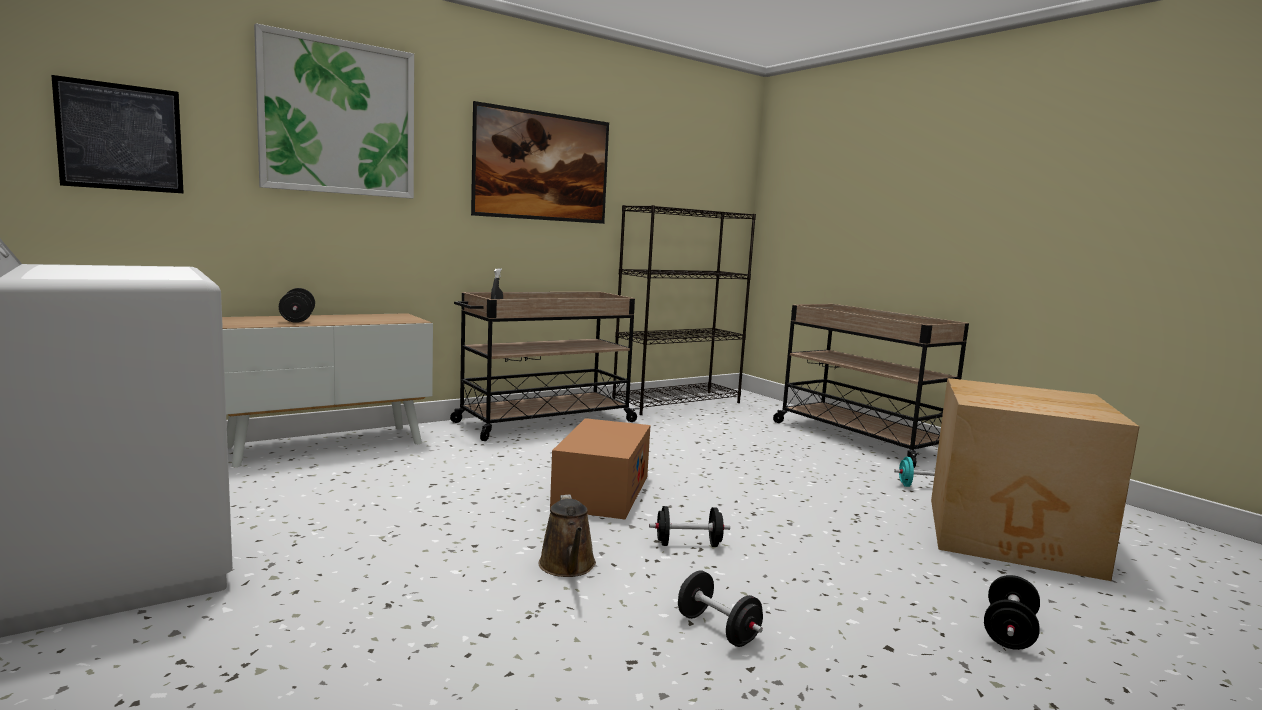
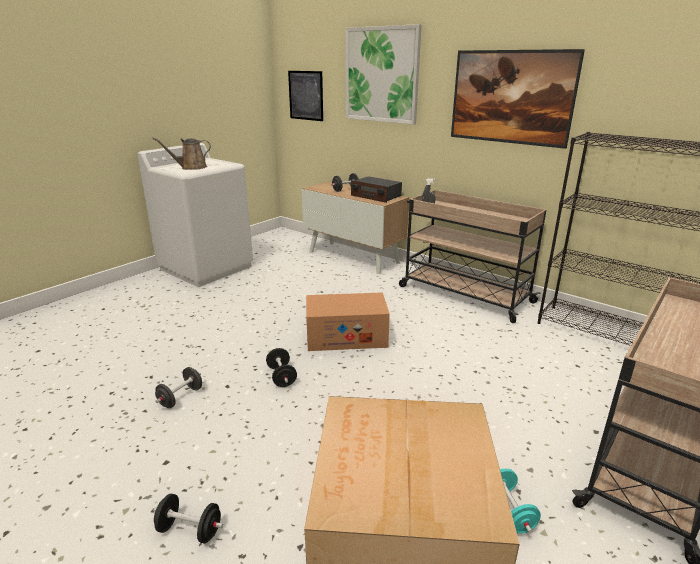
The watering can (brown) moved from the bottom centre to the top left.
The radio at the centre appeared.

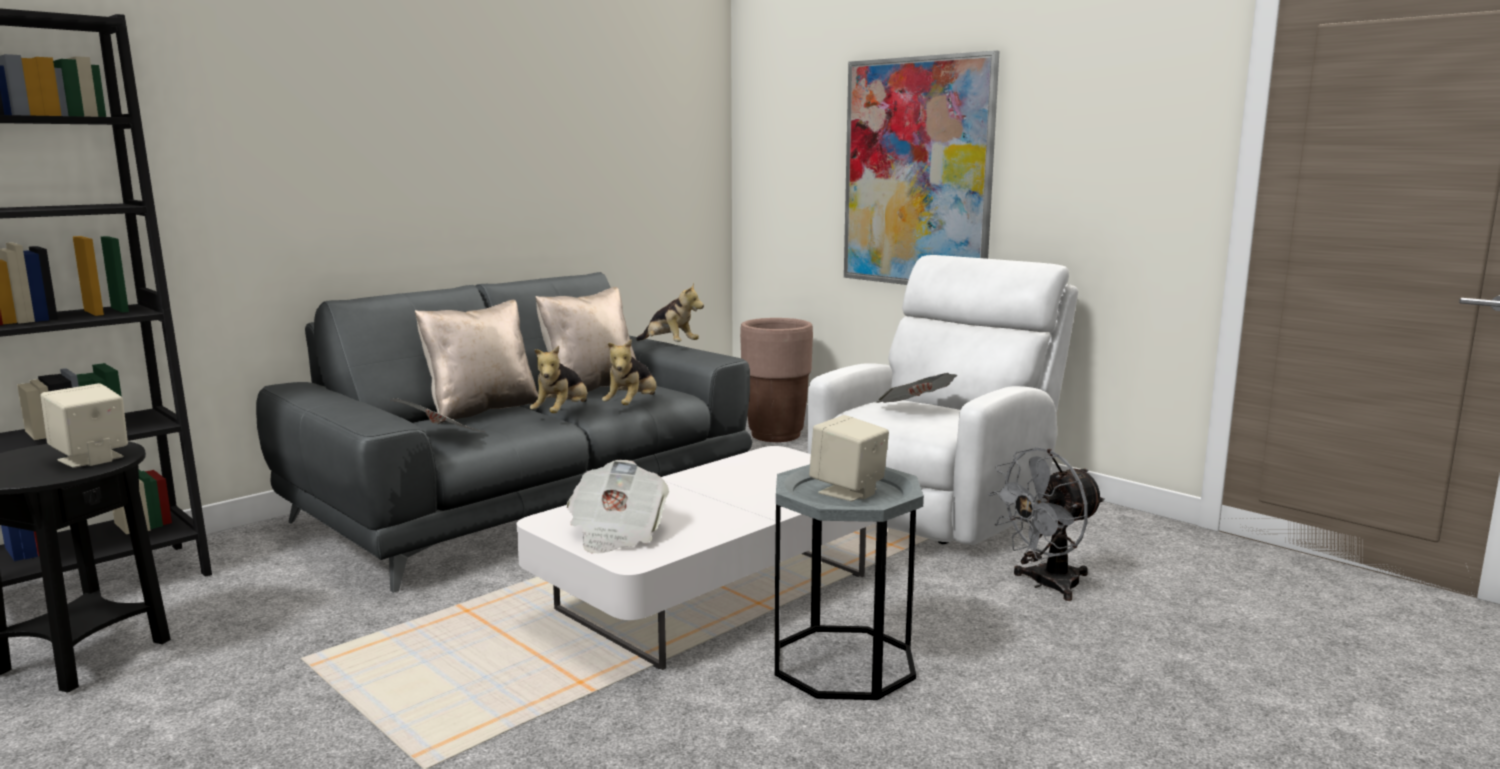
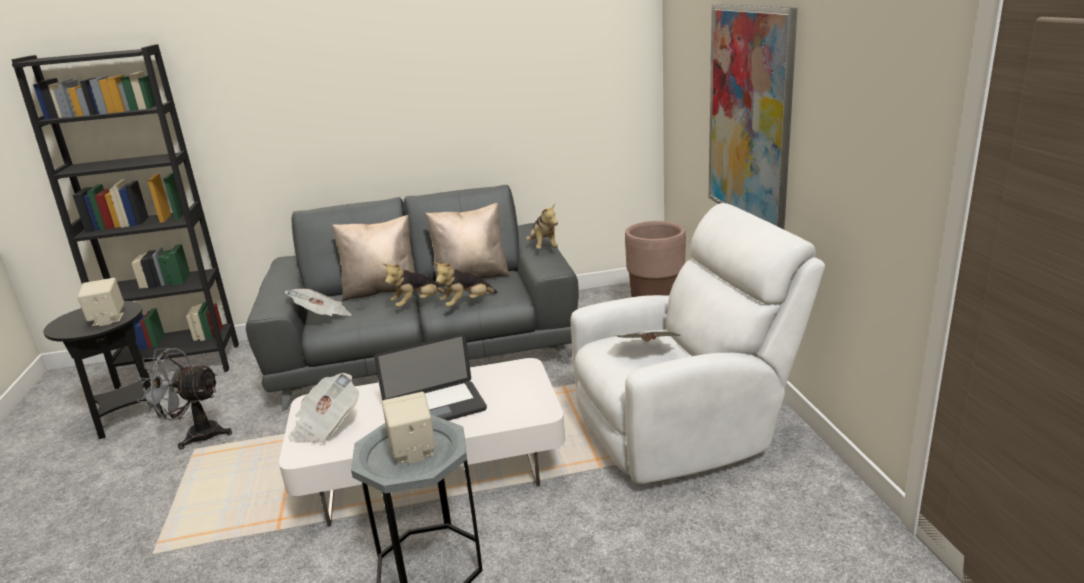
The fan (grey) moved from the bottom right to the bottom left.
The laptop at the centre appeared.

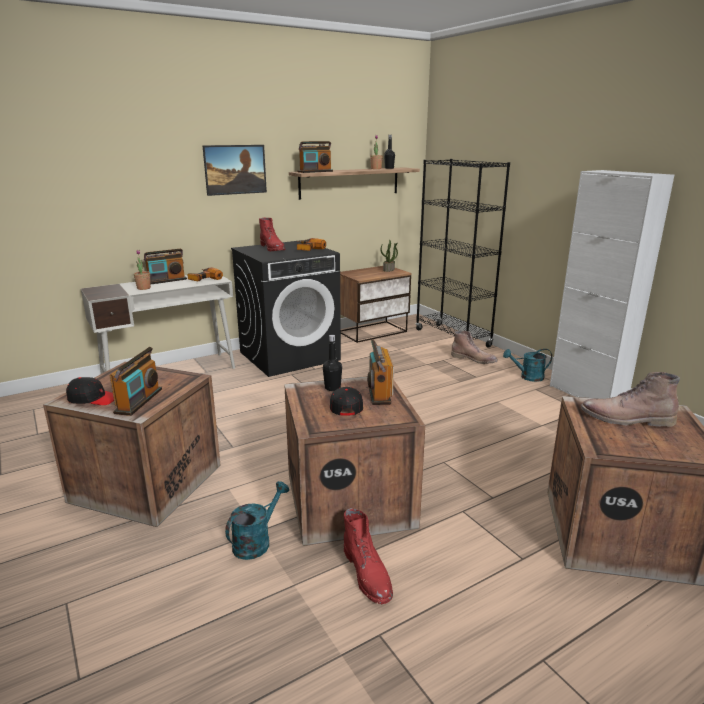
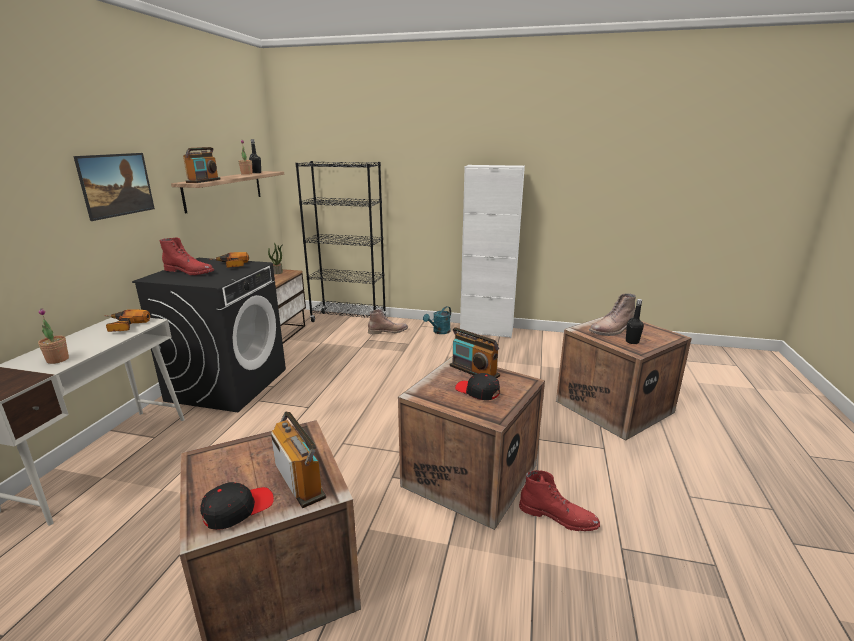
The radio (2nd from left) at the middle left disappeared.
The bottle (black) (1st from left in the first image) moved from the centre to the middle right.
The watering can (turquoise) (1st from left) at the bottom centre disappeared.

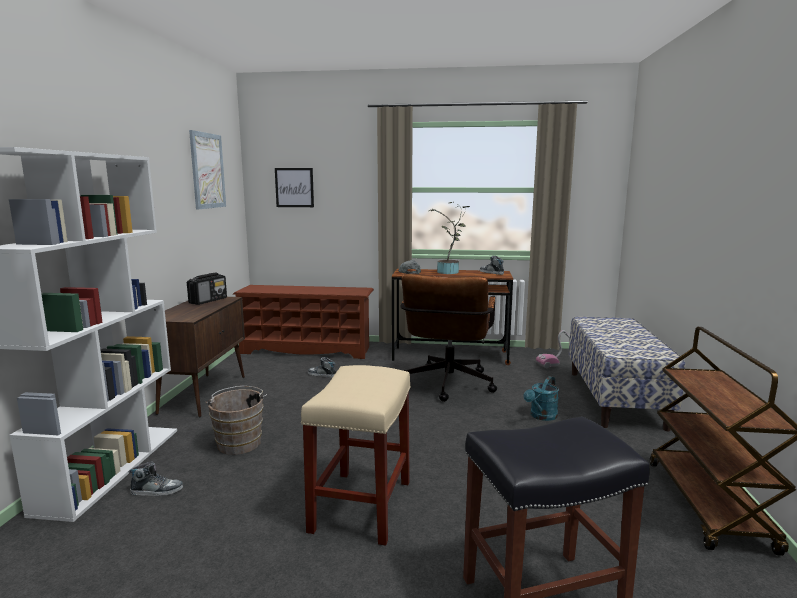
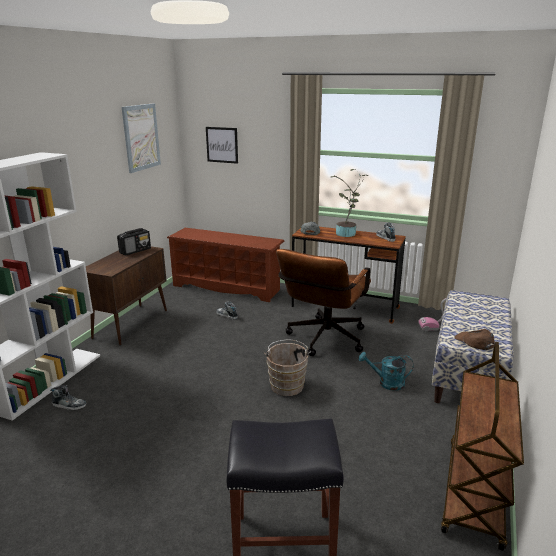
The stool (beige) at the bottom centre disappeared.
The watering can (turquoise) at the middle right turned 45 degrees clockwise.
The bucket (brown) moved from the bottom left to the centre.
The cap (brown) at the middle right appeared.

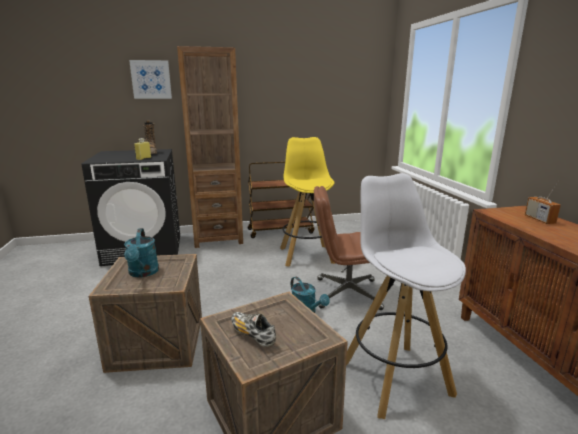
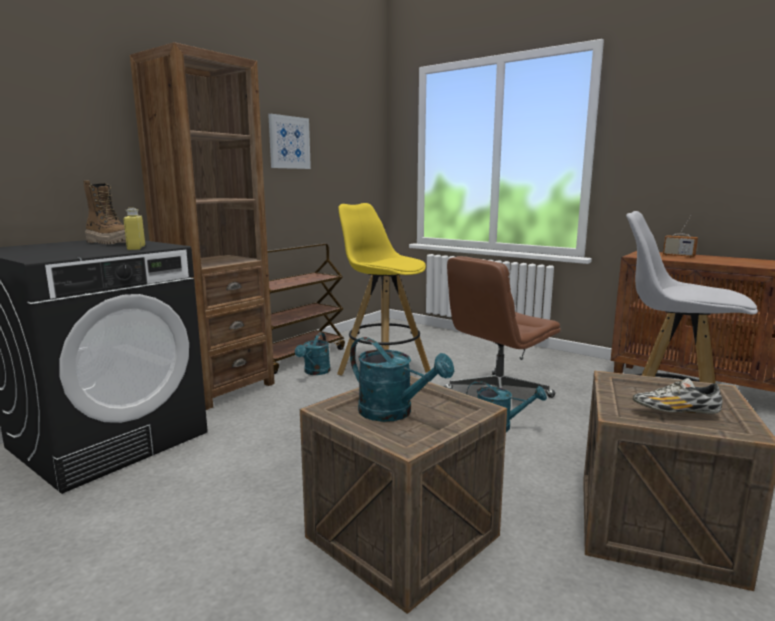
The picture moved from the top left to the top centre.
The watering can (turquoise) (1st from left) at the centre appeared.

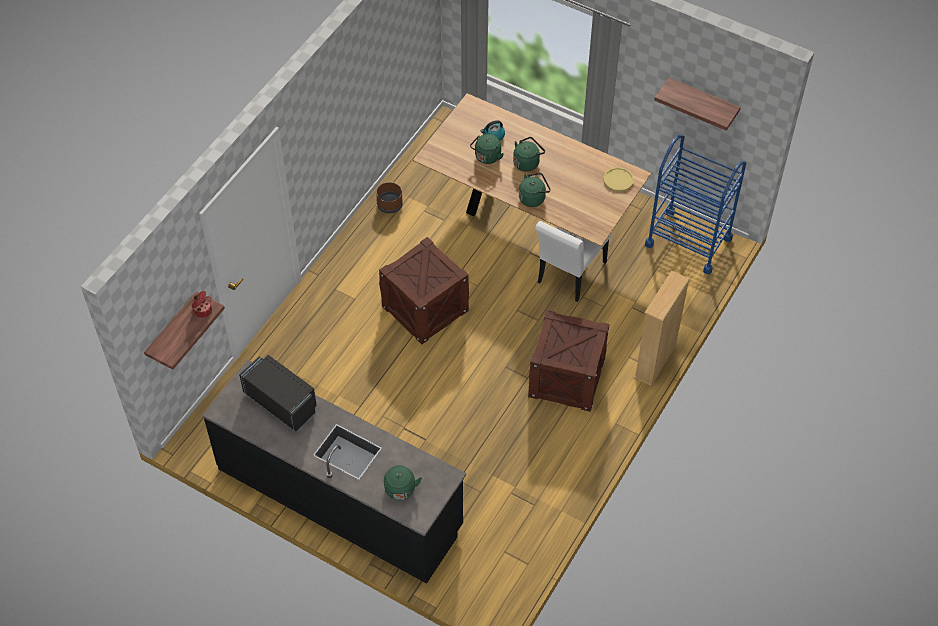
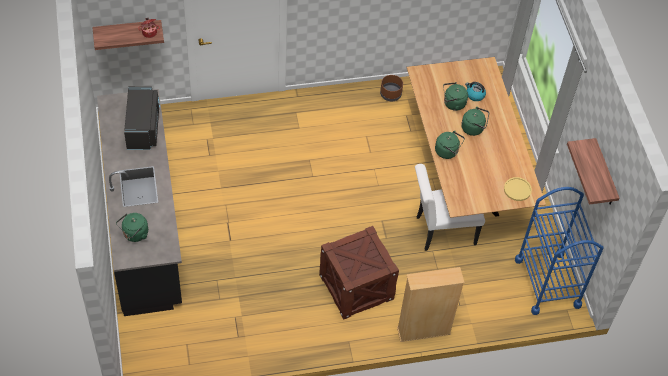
The crate (1st from left) at the centre disappeared.

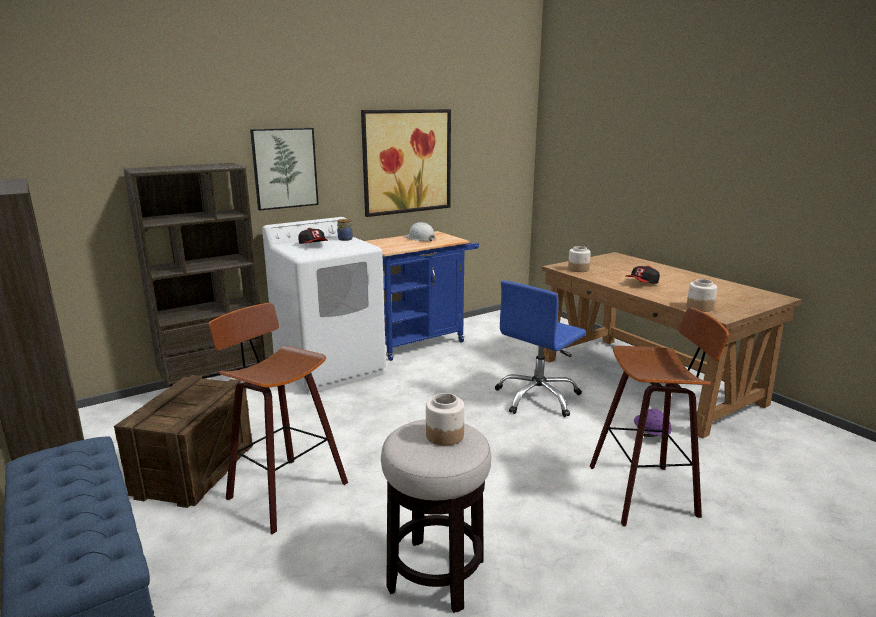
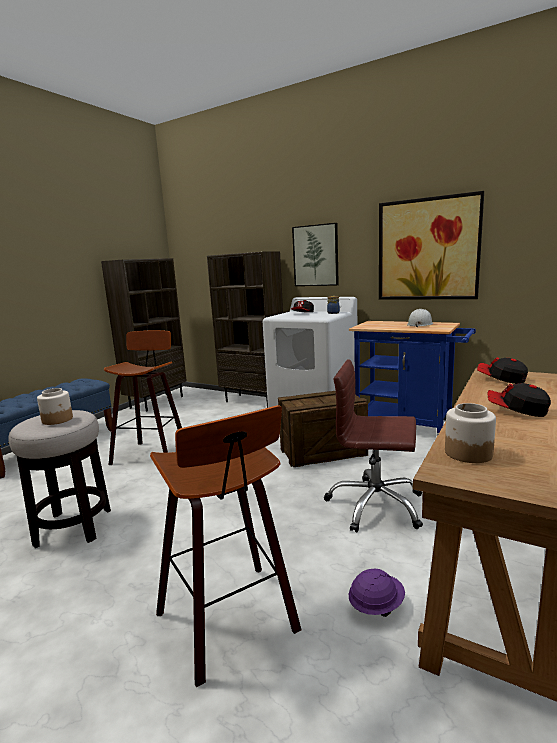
The jar (3rd from left) at the centre was replaced by the cap (2nd from left) at the middle right.
The office chair (blue) at the centre became the office chair (brown) at the middle right.
The crate moved from the bottom left to the centre.

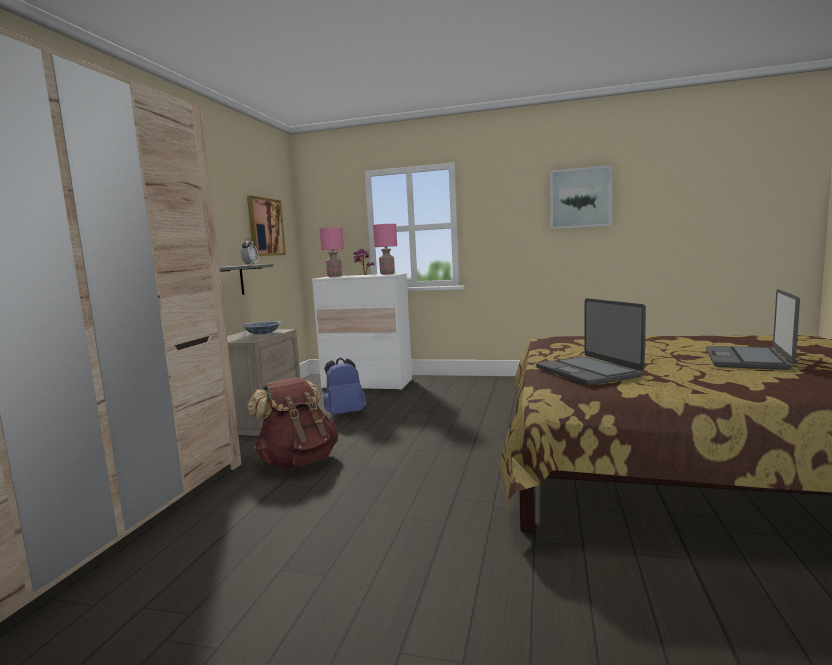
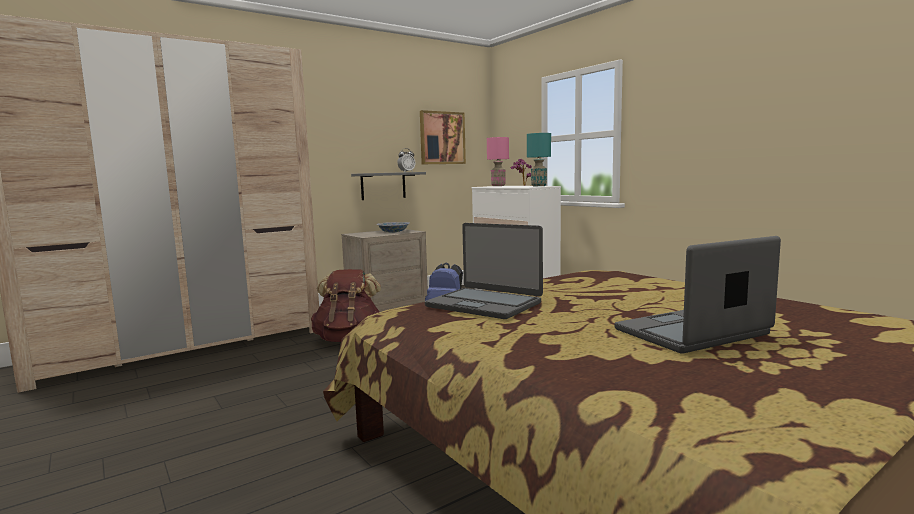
The picture (2nd from left) at the top right disappeared.
The table lamp (pink) (2nd from left) at the centre became the table lamp (turquoise) at the top centre.
The laptop (1st from left) at the middle right turned 75 degrees counterclockwise.

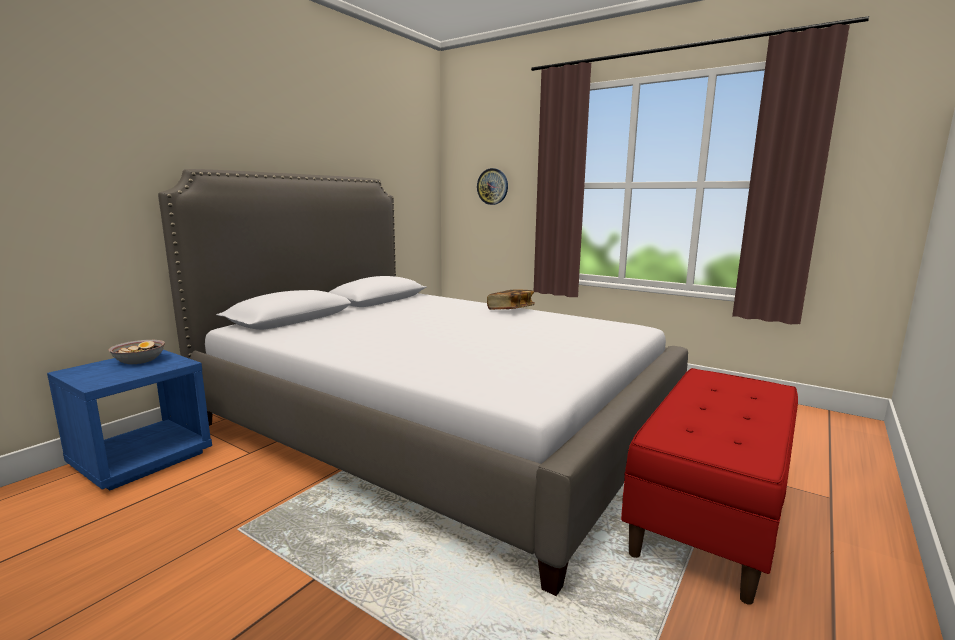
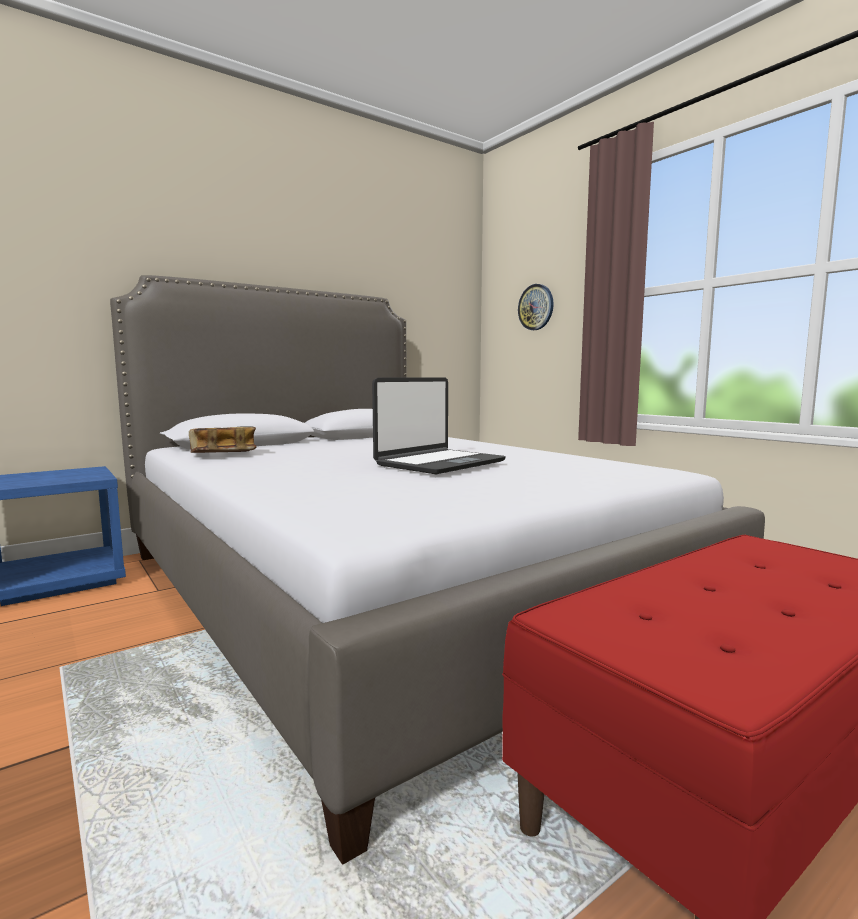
The book moved from the centre to the middle left.
The bowl at the middle left disappeared.
The laptop at the centre appeared.

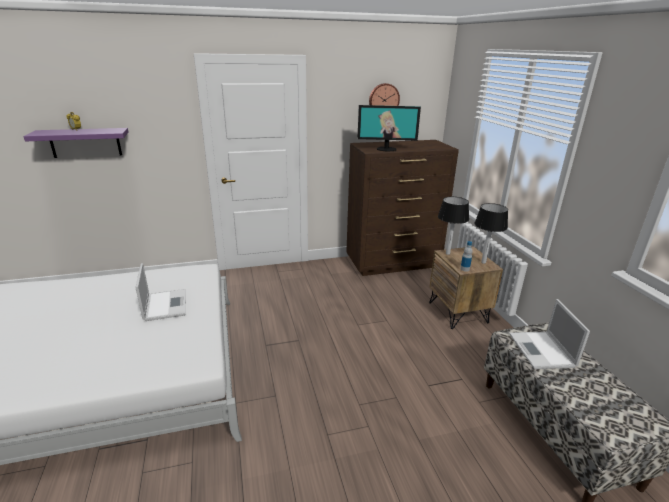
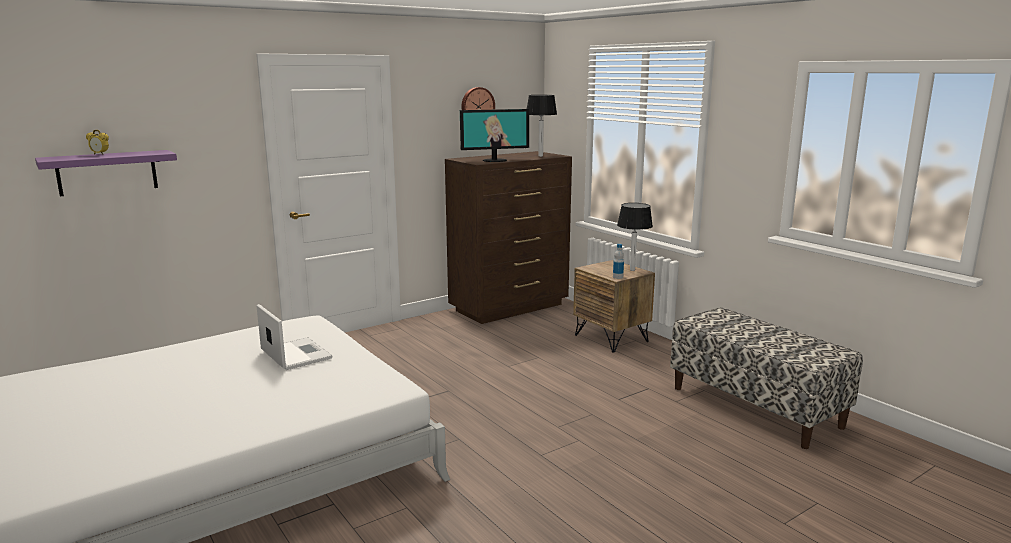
The table lamp (1st from left) moved from the middle right to the top centre.
The laptop (2nd from left) at the middle right disappeared.

